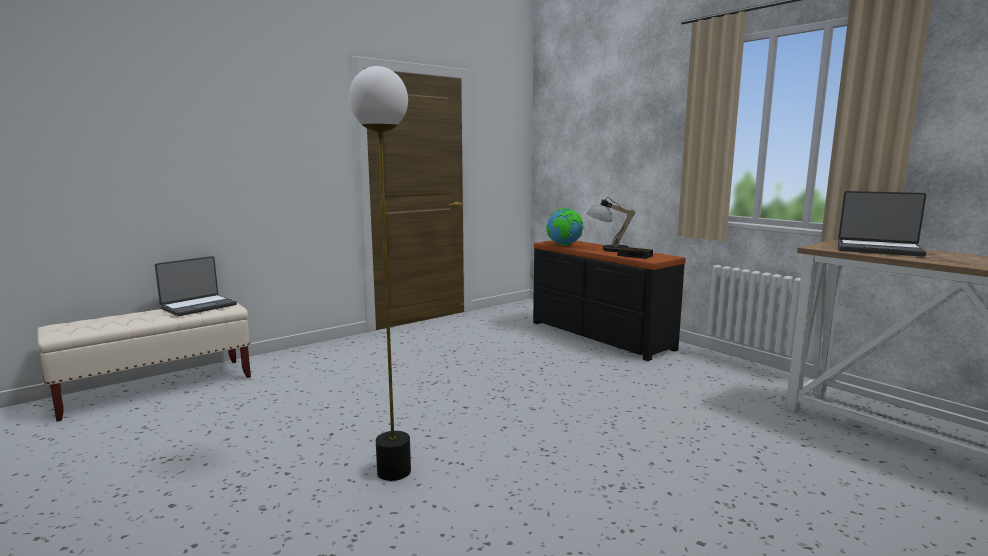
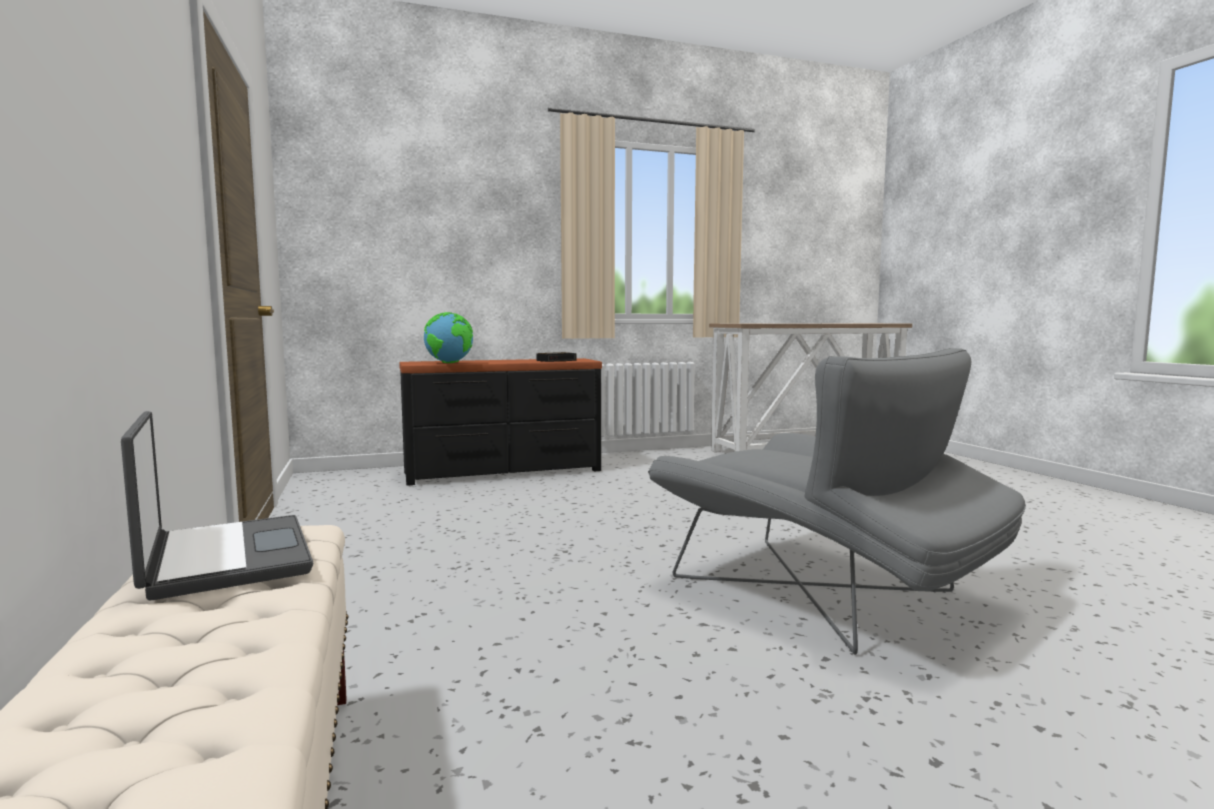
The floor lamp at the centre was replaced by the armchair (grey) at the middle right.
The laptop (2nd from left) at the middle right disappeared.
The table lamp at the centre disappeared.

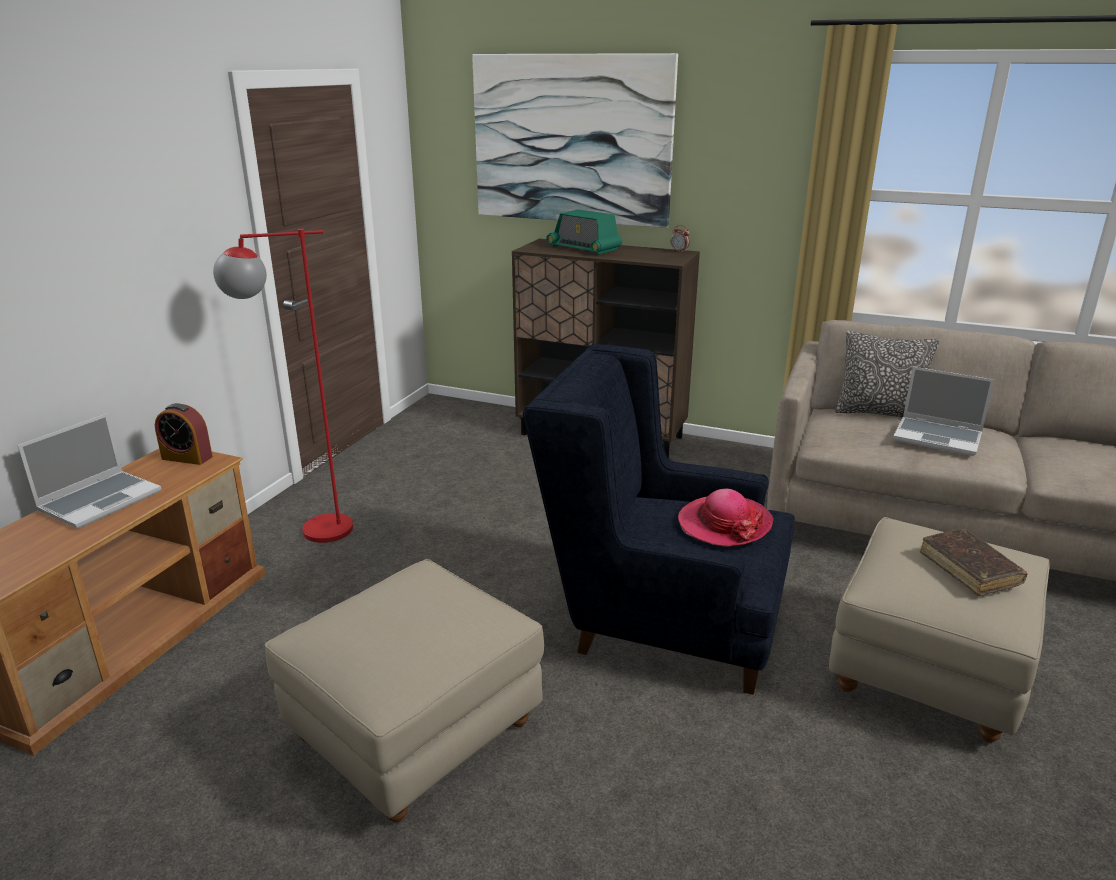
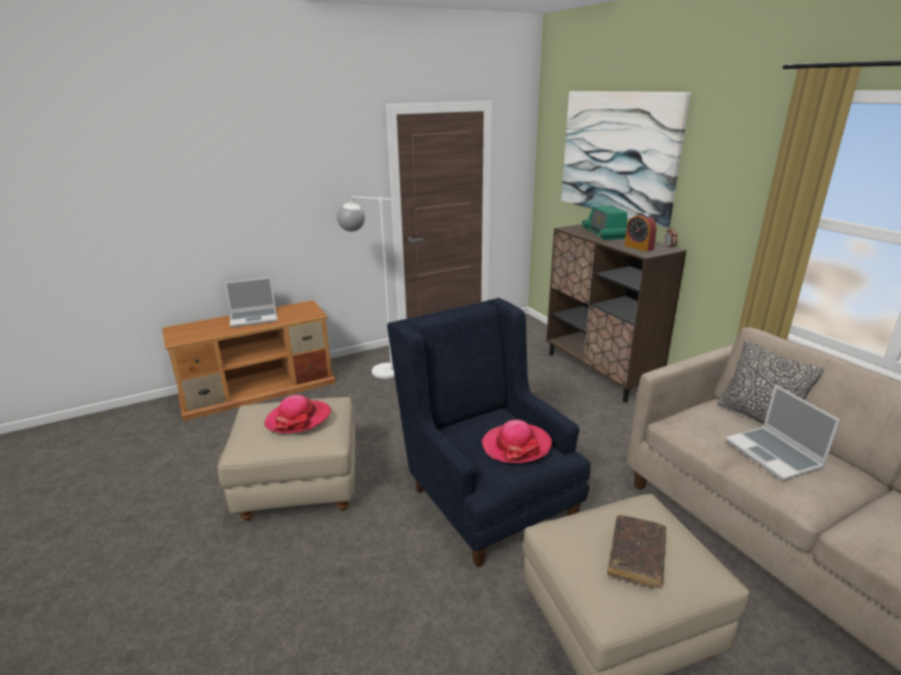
The floor lamp (red) at the middle left became the floor lamp (white) at the centre.
The alarm clock (1st from left) moved from the middle left to the middle right.
The hat (1st from left) at the middle left appeared.

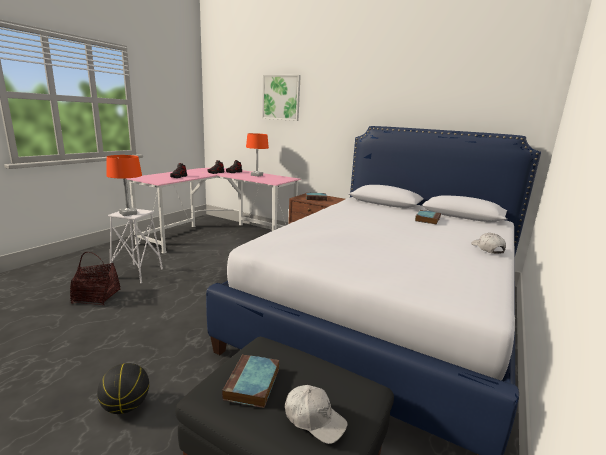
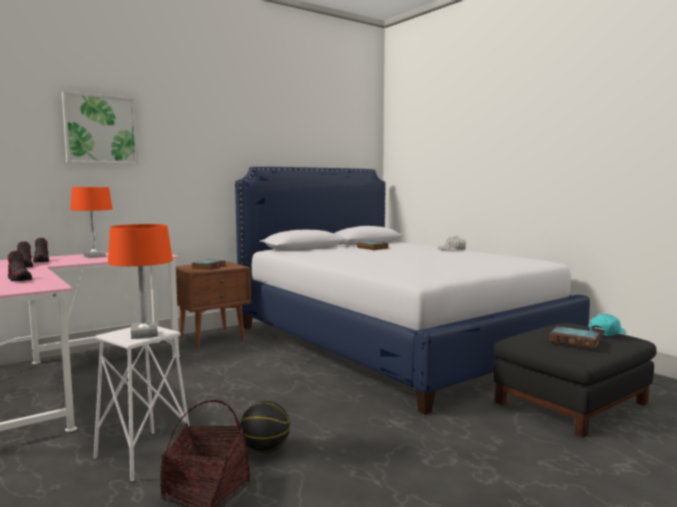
The basketball moved from the bottom left to the bottom centre.
The cap (white) (1st from left) at the bottom centre became the cap (turquoise) at the middle right.

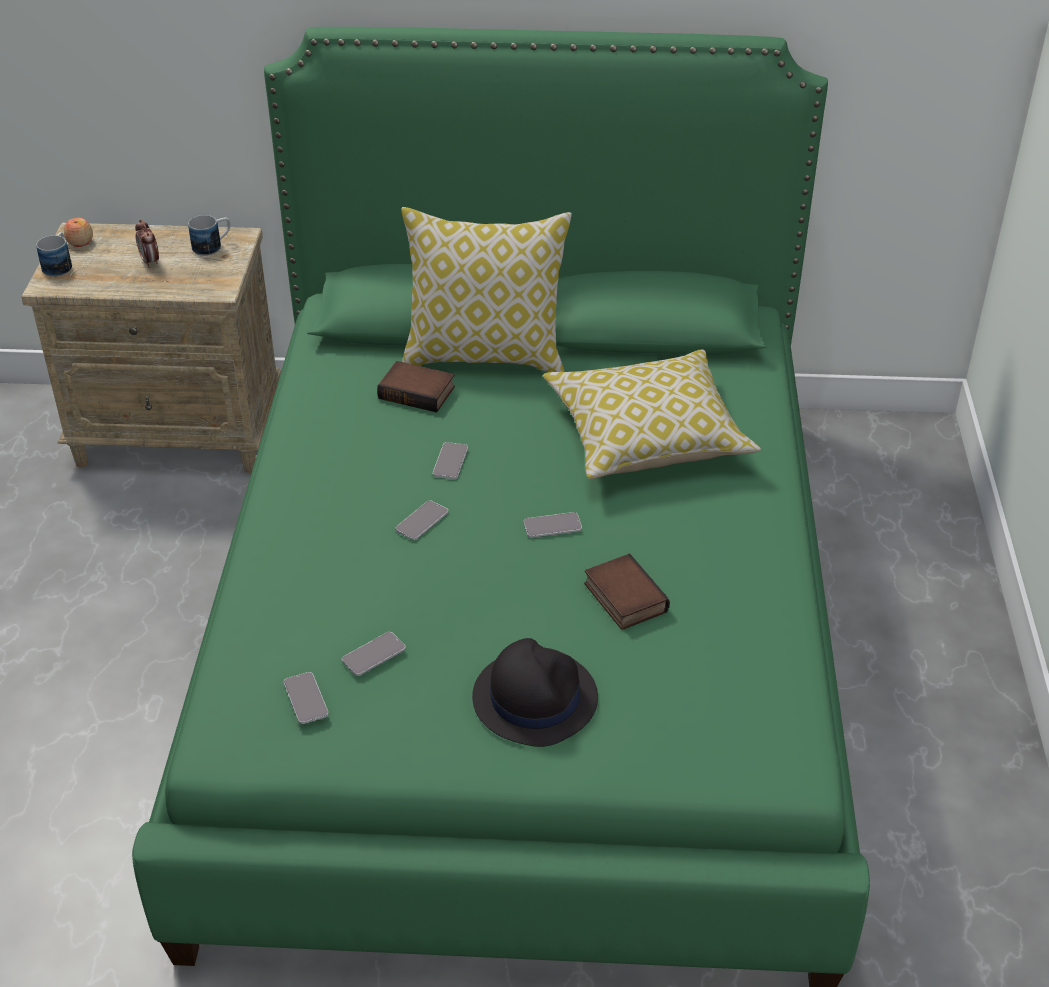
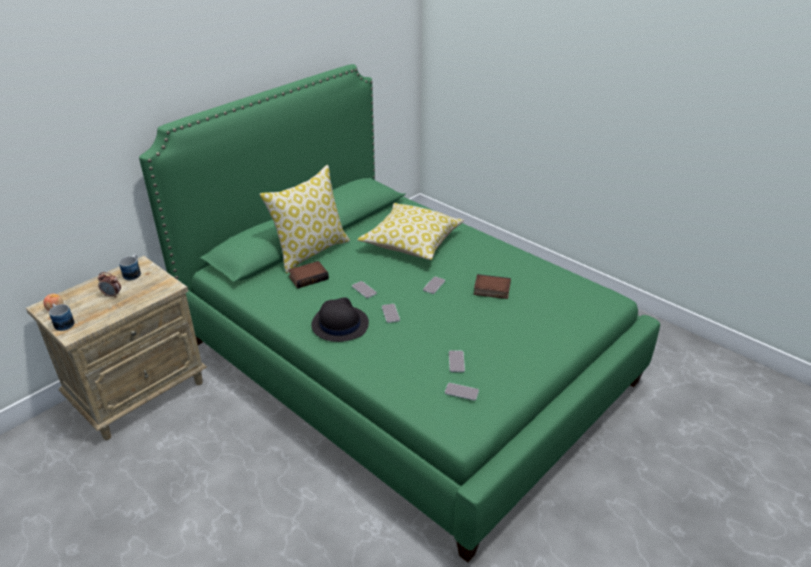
The hat (black) moved from the bottom centre to the centre.

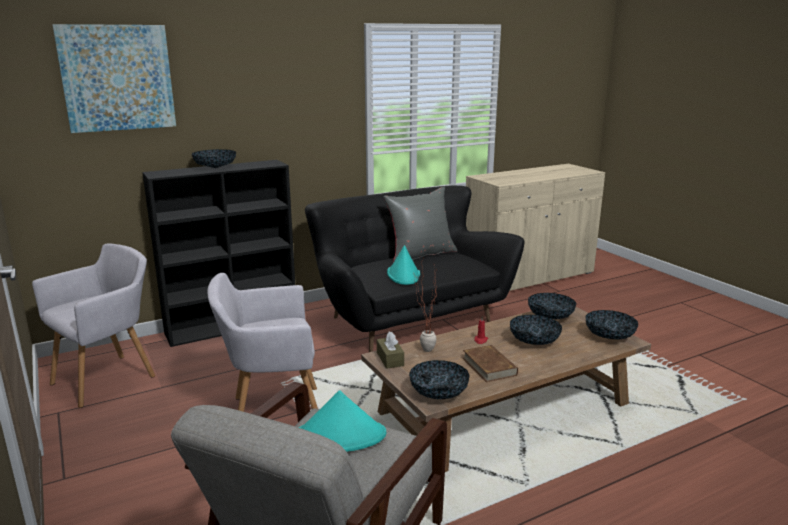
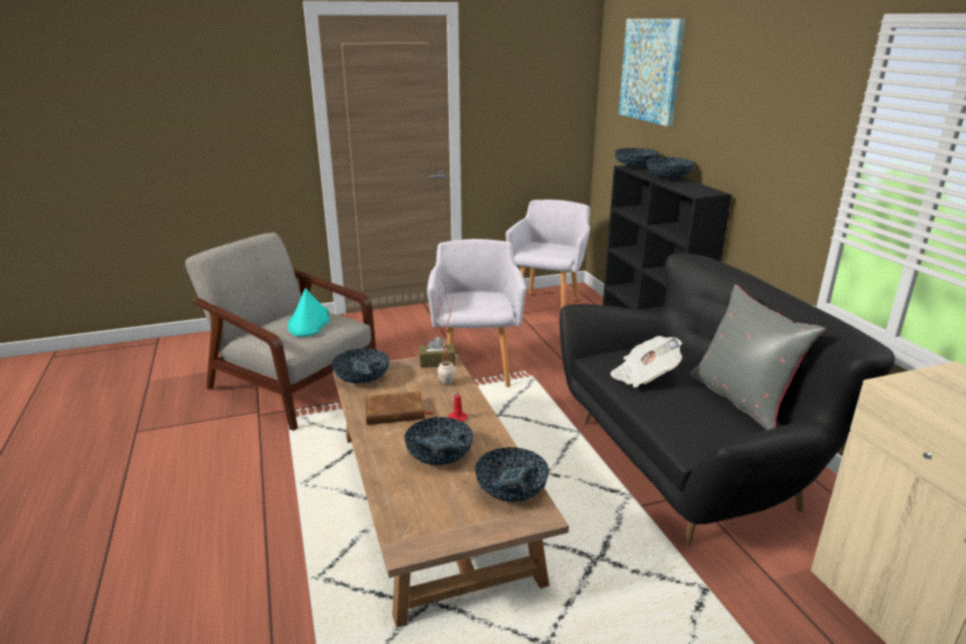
The armchair (grey) (1st from left in the first image) at the middle left turned 120 degrees counterclockwise.
The hat (turquoise) (2nd from left) at the centre was replaced by the newspaper at the middle right.
The bowl (5th from left in the first image) moved from the middle right to the top centre.

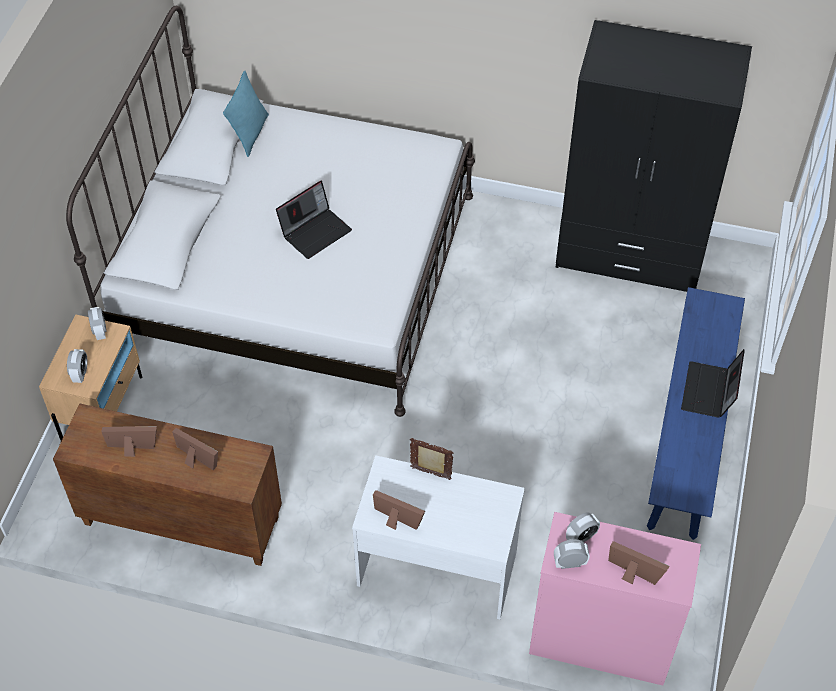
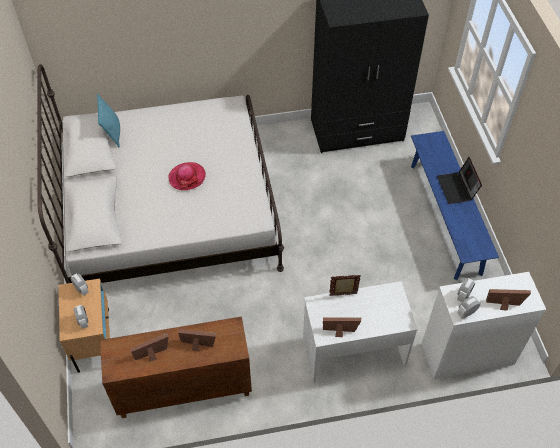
The laptop (1st from left) at the top centre was replaced by the hat at the centre.
The dresser (pink) at the bottom right became the dresser (white) at the bottom right.

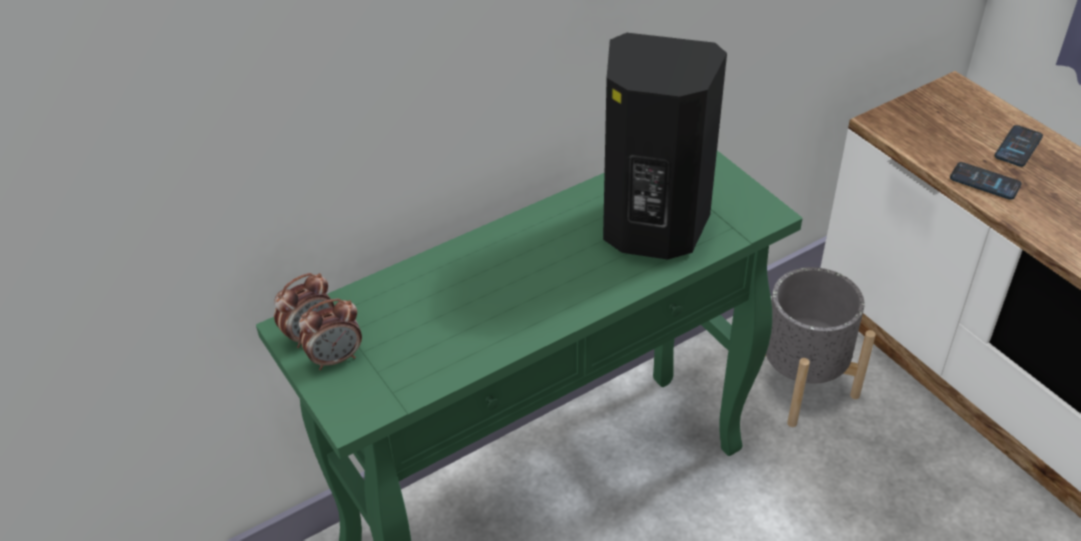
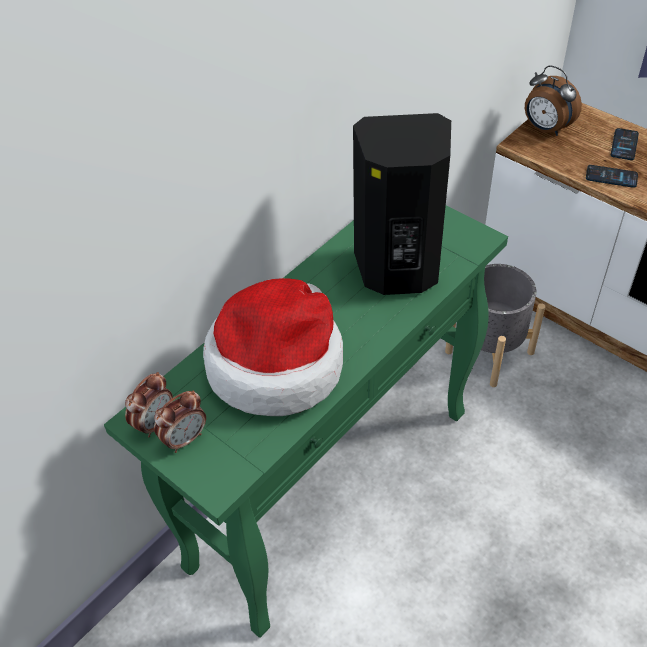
The alarm clock (3rd from left) at the top right appeared.
The hat at the centre appeared.

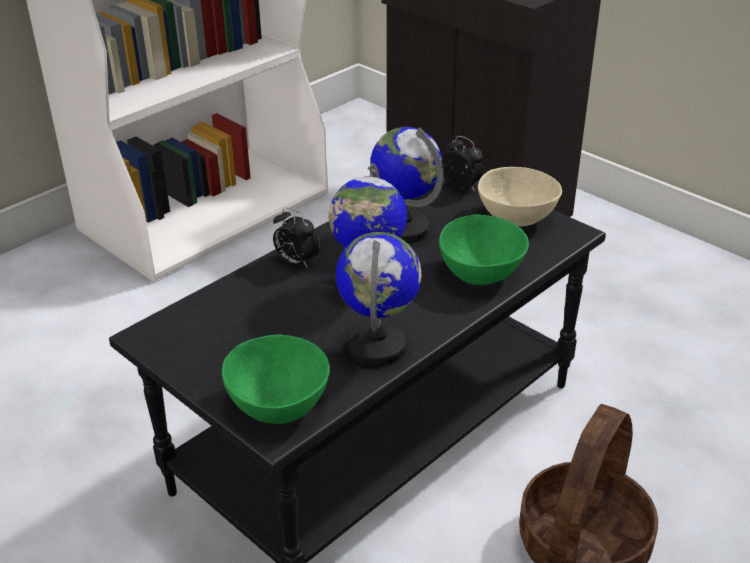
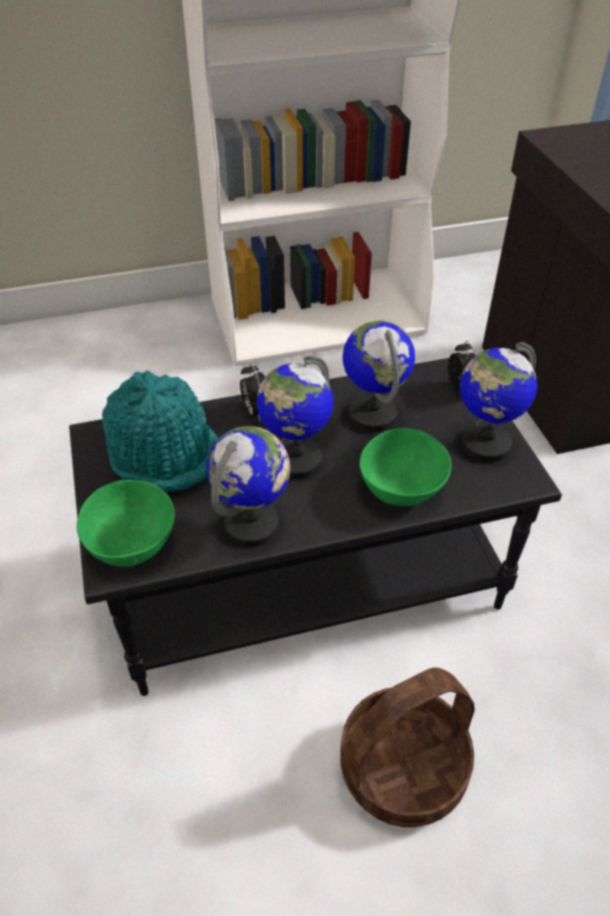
The bowl (beige) at the middle right was replaced by the globe (4th from left) at the middle right.
The hat (turquoise) at the middle left appeared.

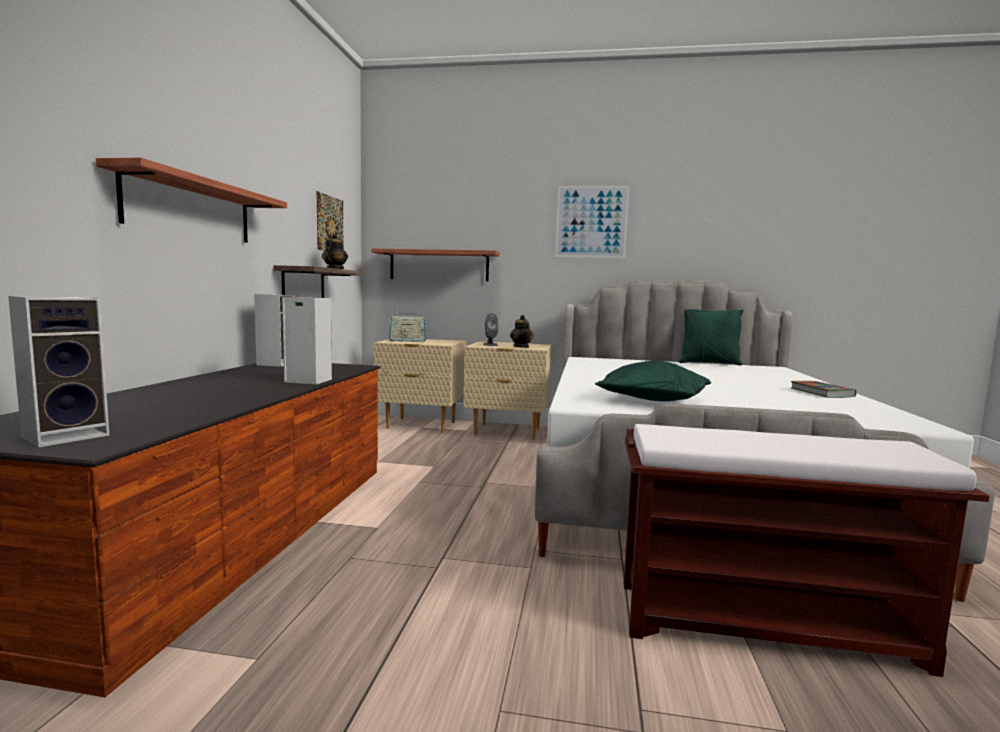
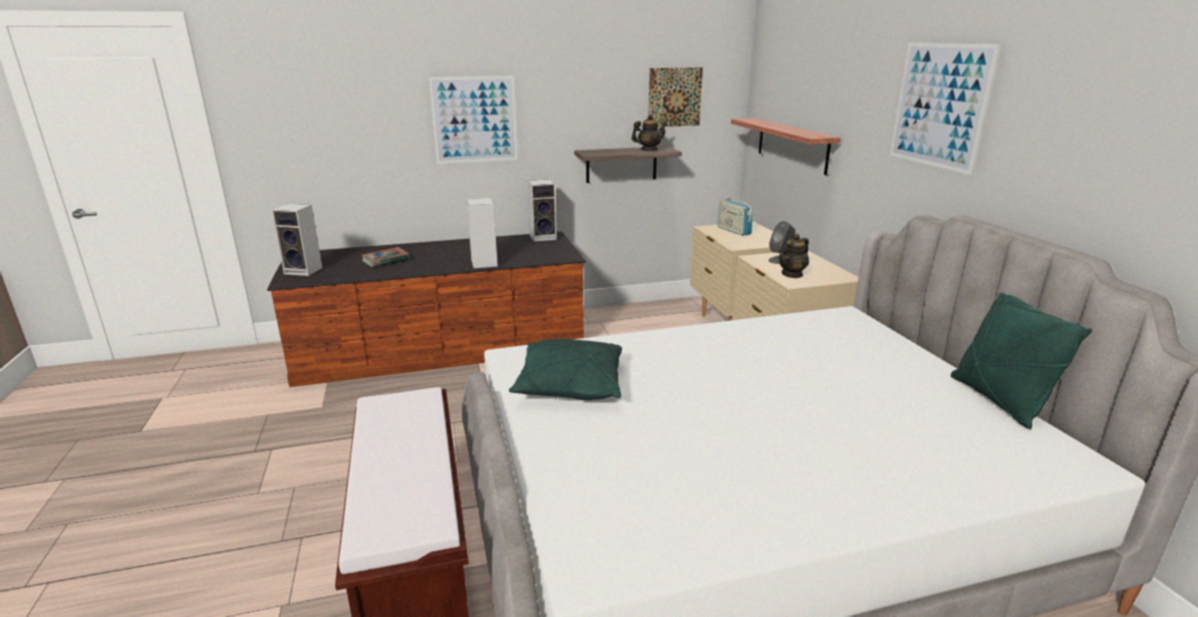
The shelf (1st from left) at the top left was replaced by the picture (1st from left) at the top centre.
The book moved from the middle right to the middle left.

